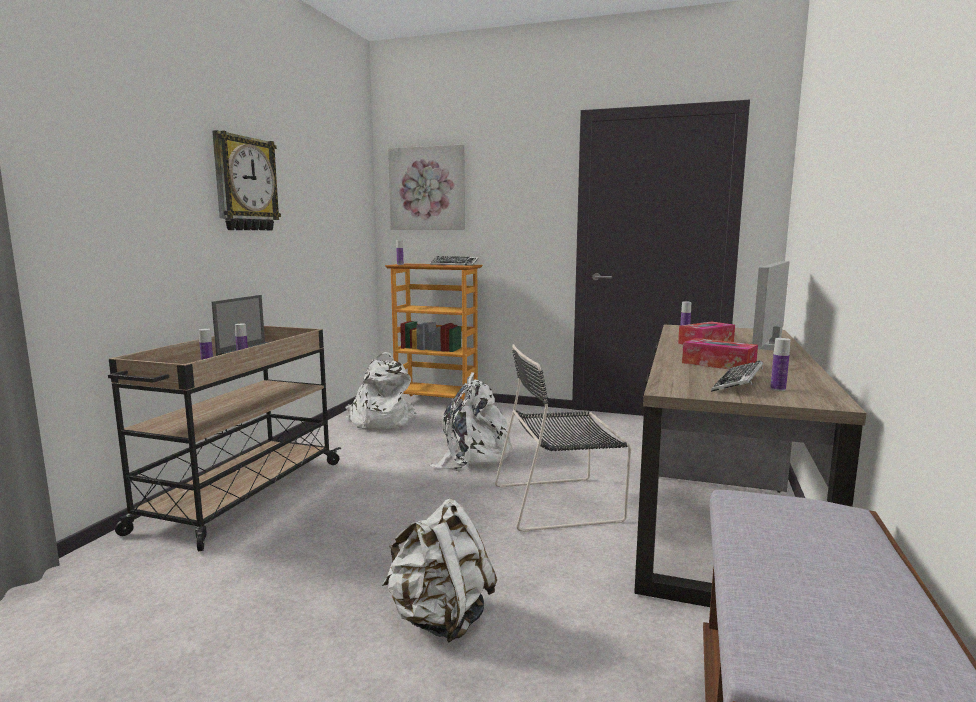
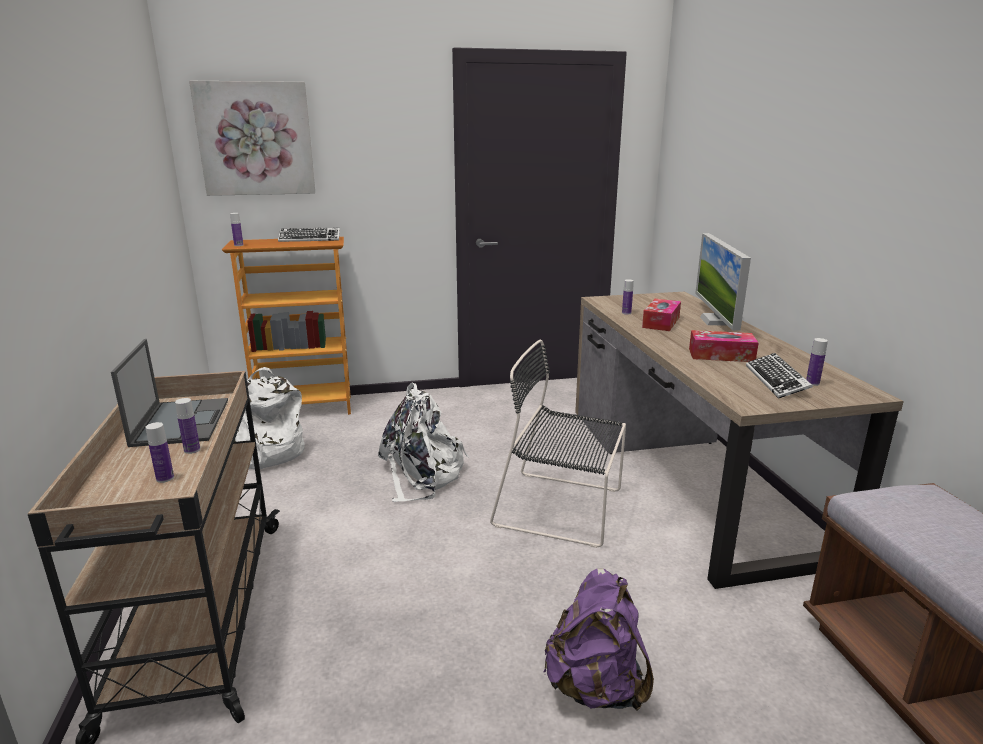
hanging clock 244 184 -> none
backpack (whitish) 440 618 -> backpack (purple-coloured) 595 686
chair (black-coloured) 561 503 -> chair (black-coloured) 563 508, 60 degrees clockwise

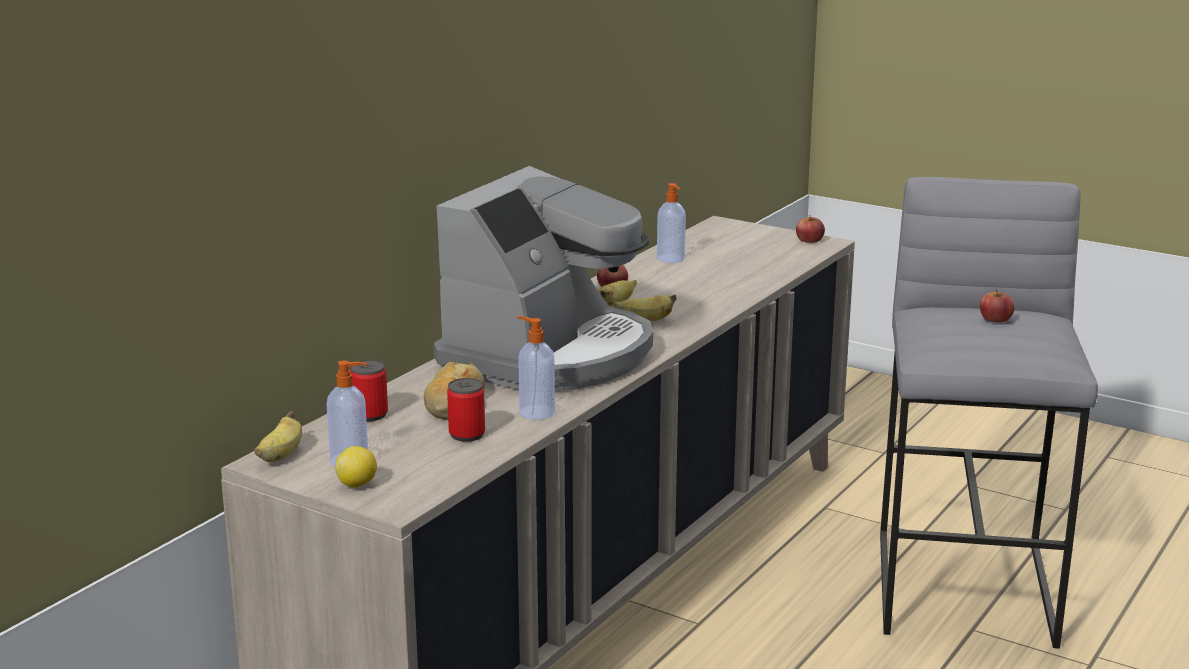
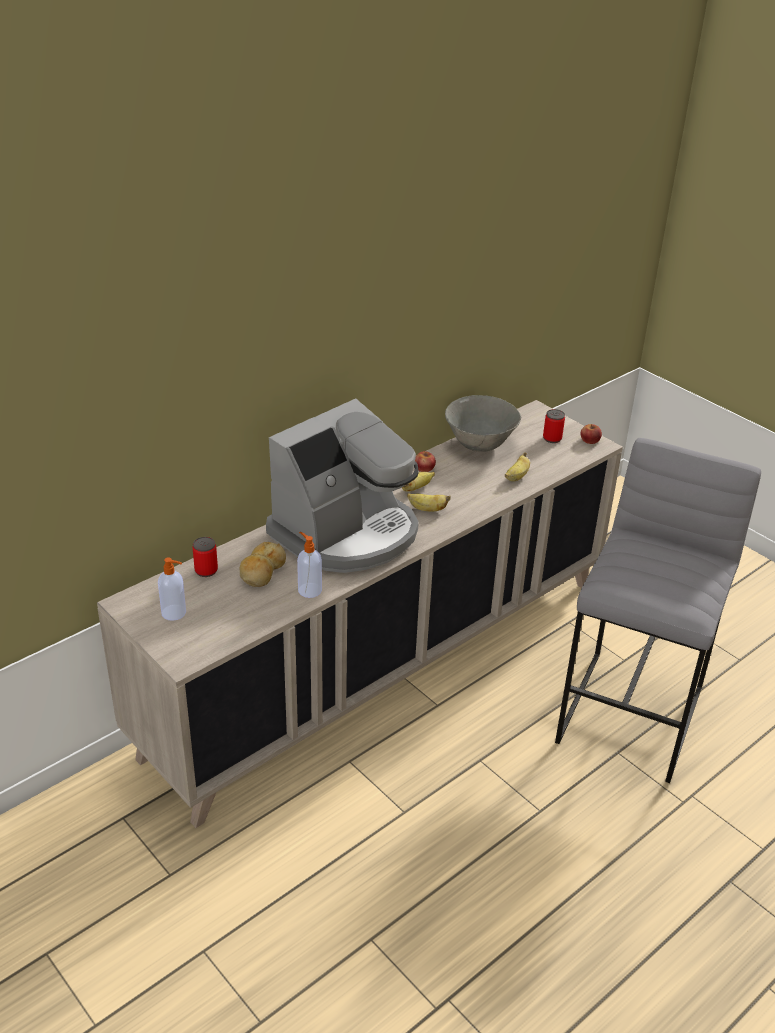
whole banana 281 456 -> whole banana 517 477, relocated
whole lemon 357 484 -> none
can 467 434 -> can 552 438, relocated
soap dispenser 671 259 -> bowl (grey) 480 444
apple 995 318 -> none

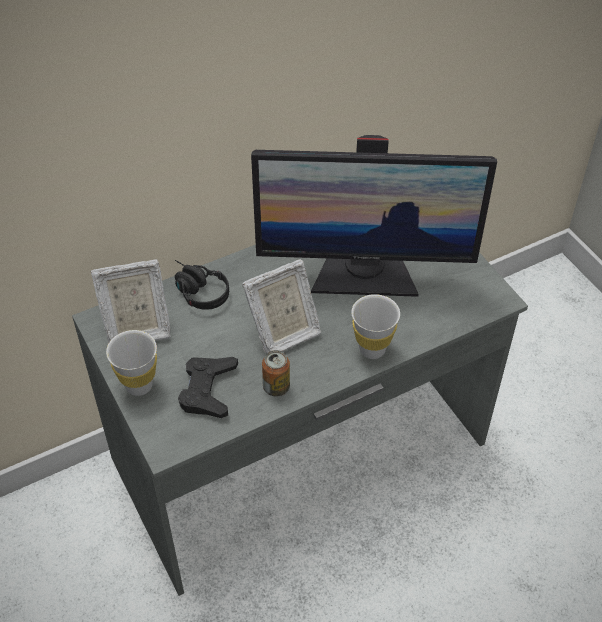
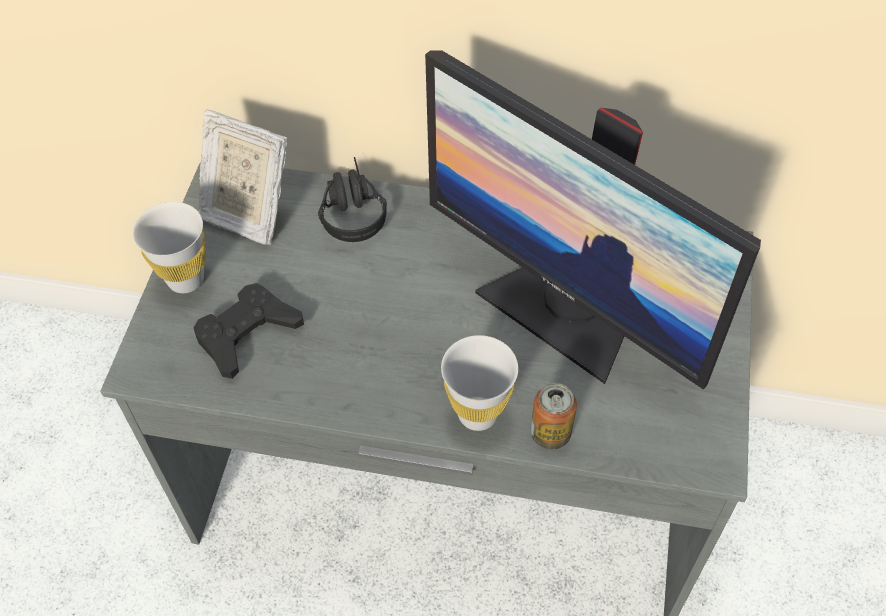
picture frame 283 333 -> none
can 276 387 -> can 550 433, relocated

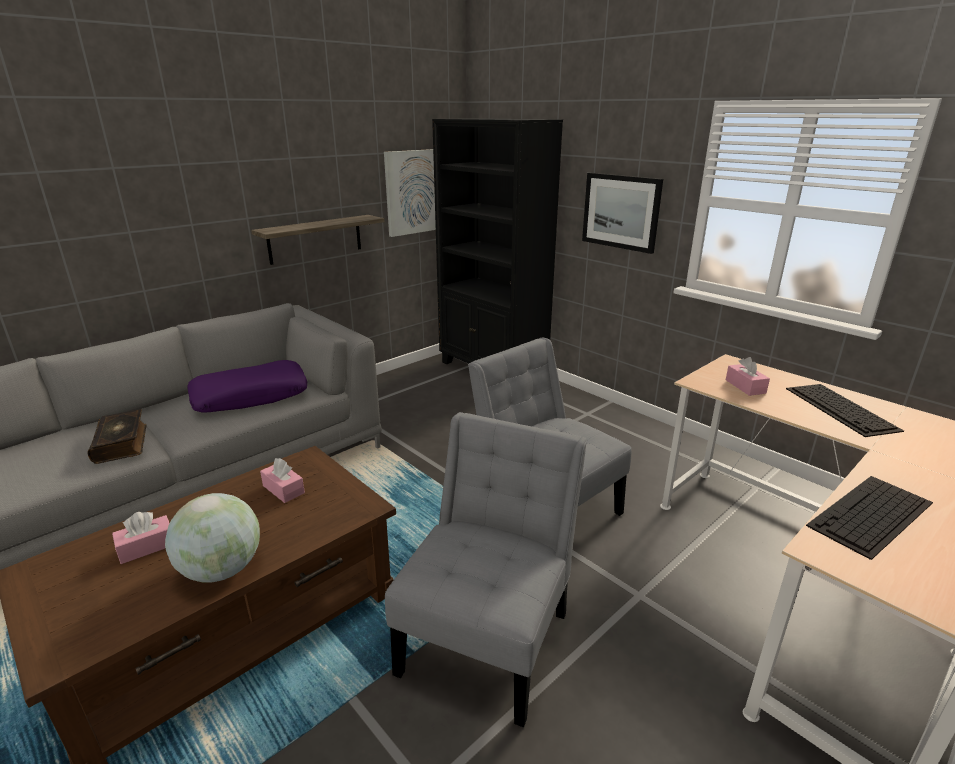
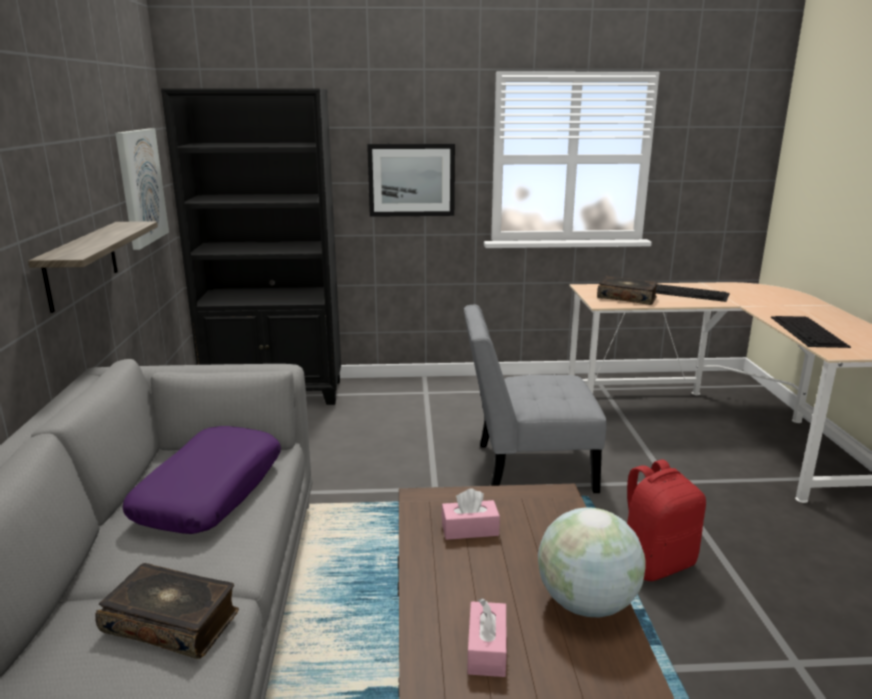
chair (grey) 489 634 -> backpack (red-coloured) 655 563
tissue holder (pink-coloured) 745 386 -> book 627 297

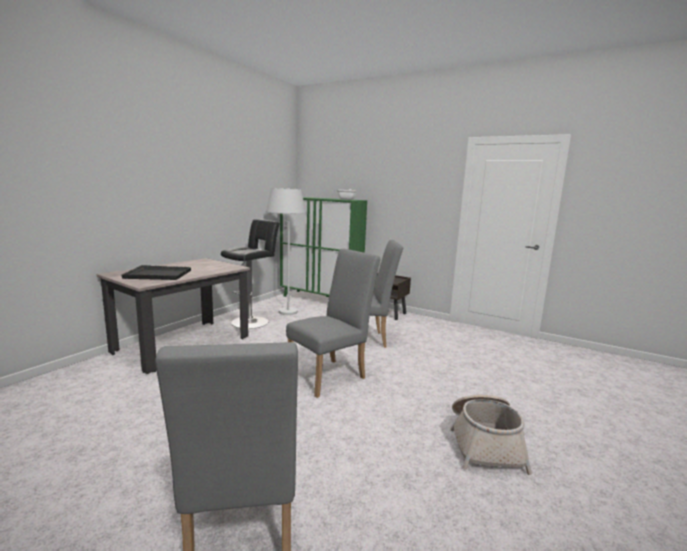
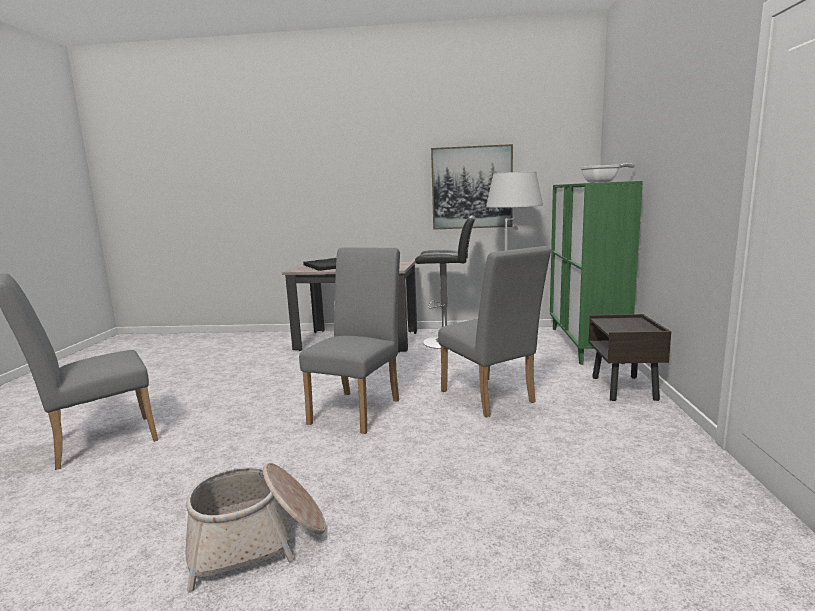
chair (grey) 331 375 -> chair (grey) 359 408, 90 degrees counterclockwise
none -> picture 471 187

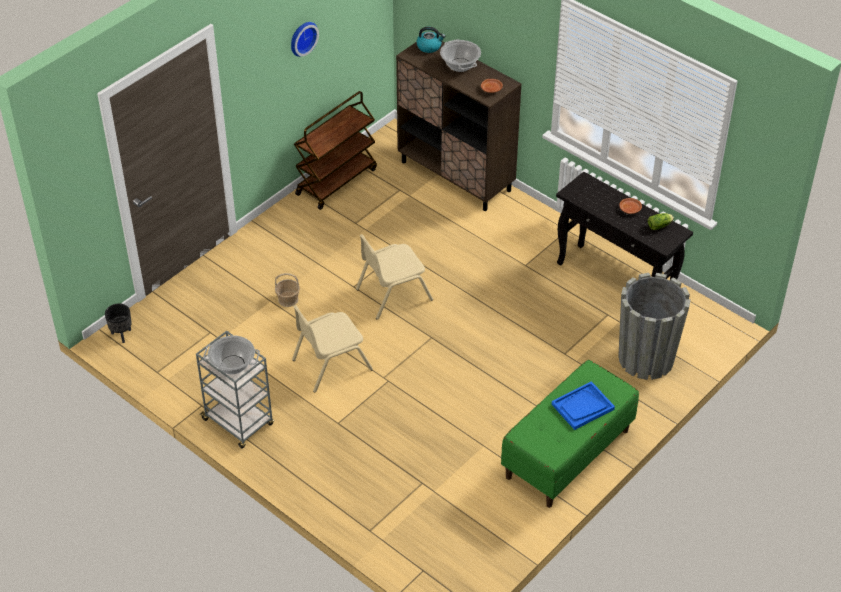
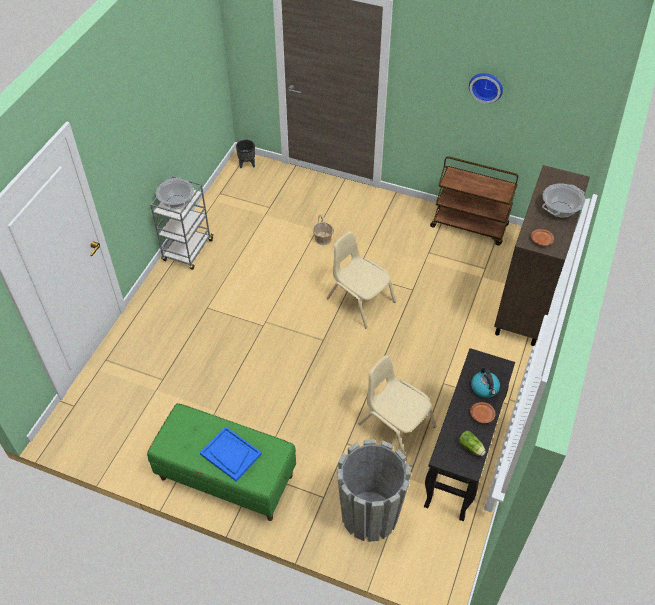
chair (beige) 331 364 -> chair (beige) 396 425, relocated
tea kettle 429 46 -> tea kettle 485 388, relocated

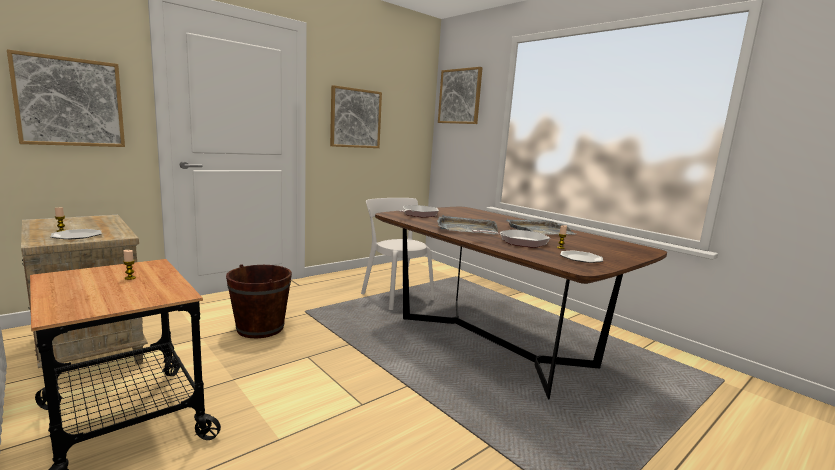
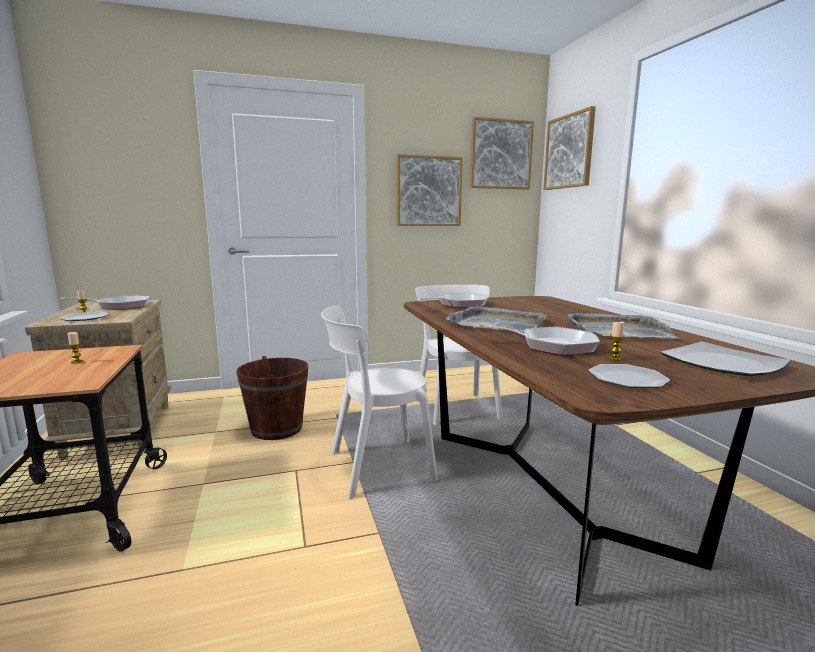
picture 70 102 -> picture 500 154, relocated
none -> skillet 119 306
none -> chair (whitish) 375 467
none -> flat dish 720 363

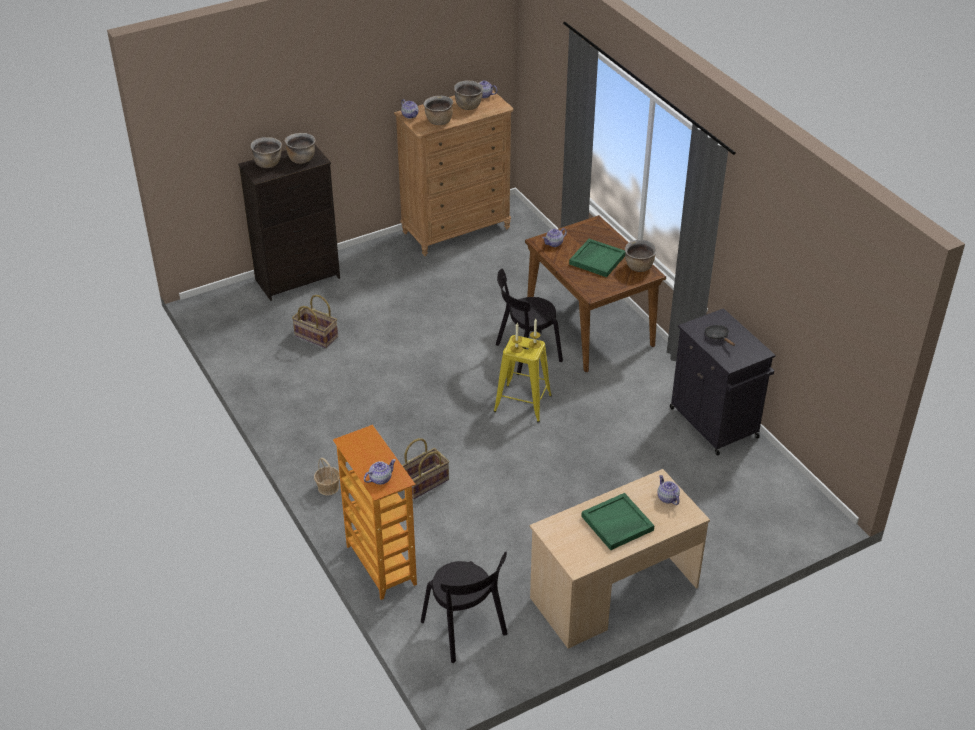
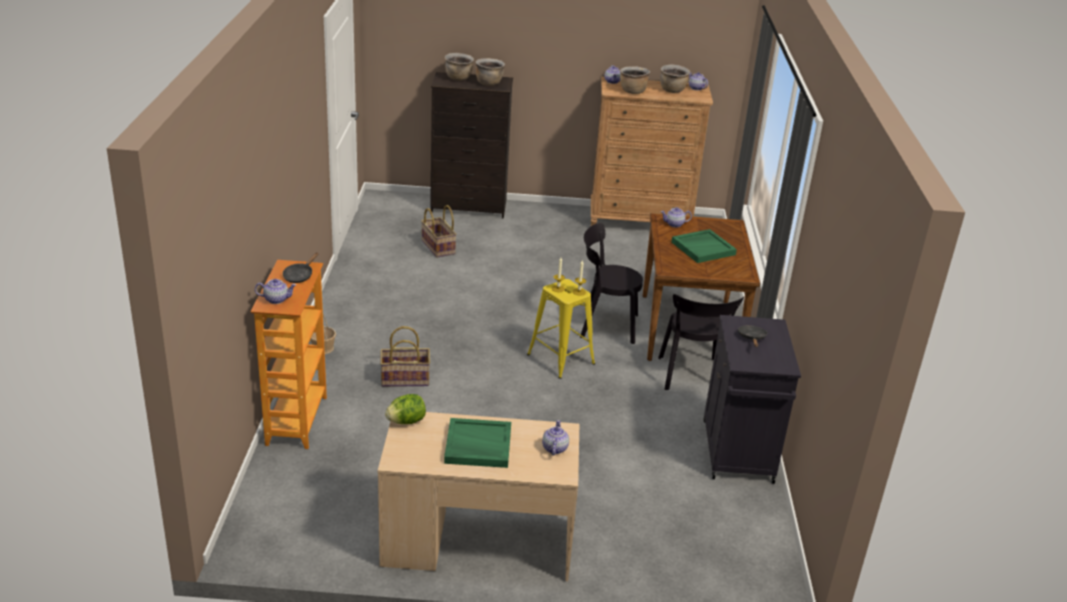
chair (black-coloured) 465 630 -> chair (black-coloured) 691 376, relocated
stockpot (brown-coloured) 639 267 -> none
none -> skillet (black-coloured) 299 275
none -> head of lettuce 406 421

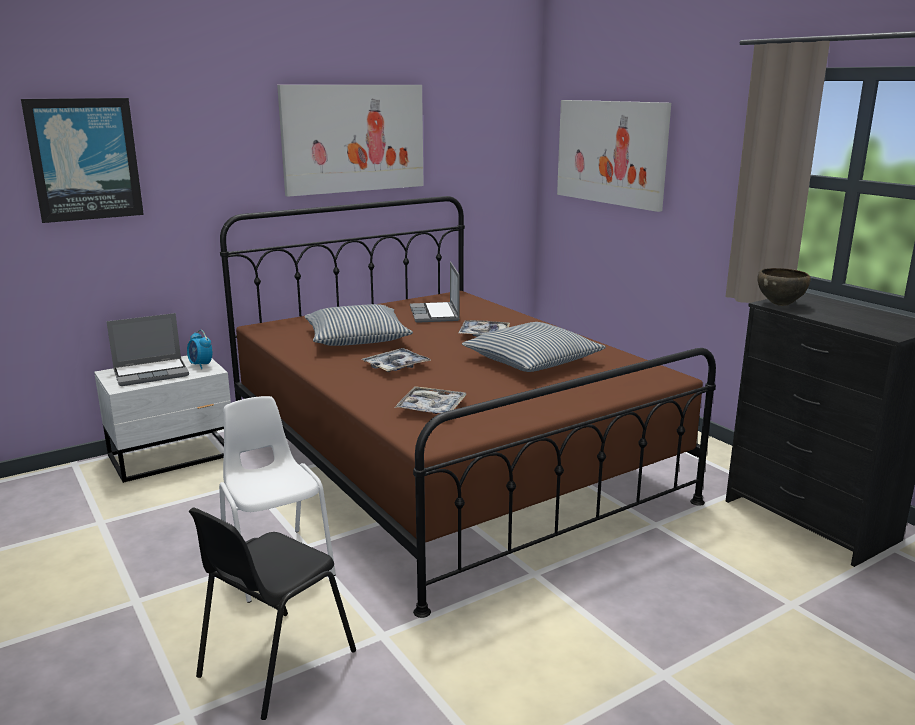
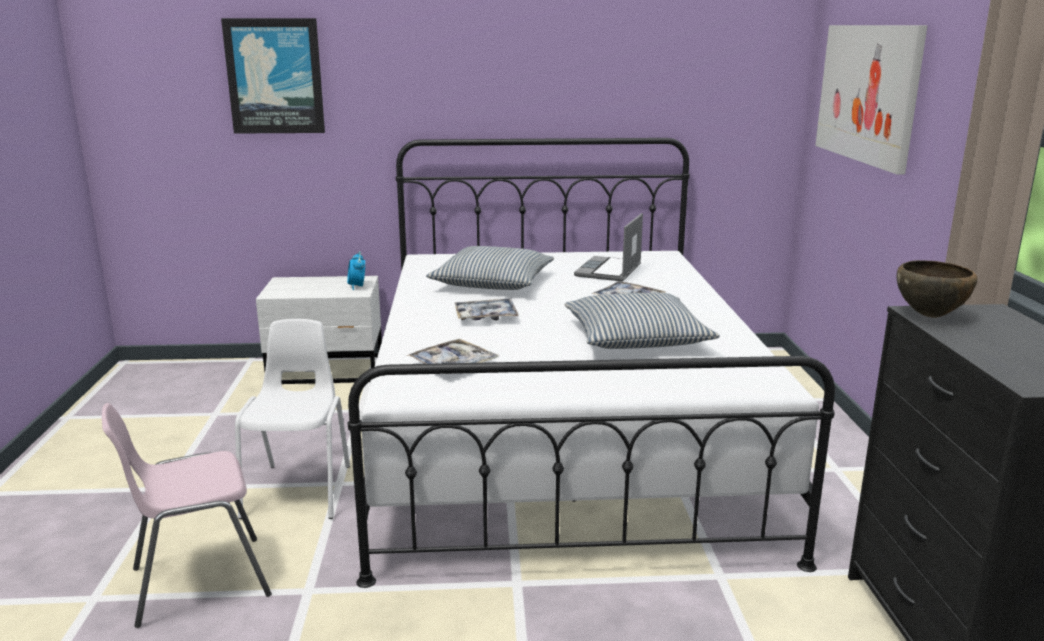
laptop 152 373 -> none
chair (black-coloured) 274 663 -> chair (pink-coloured) 198 581
sleeping bed (brown-coloured) 446 461 -> sleeping bed (whitish) 559 437
picture 353 138 -> none

